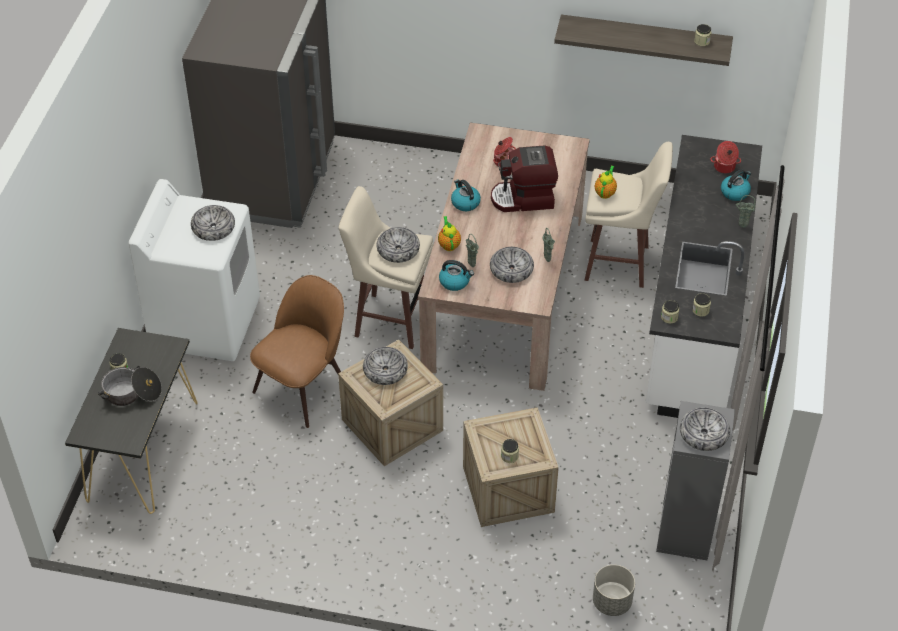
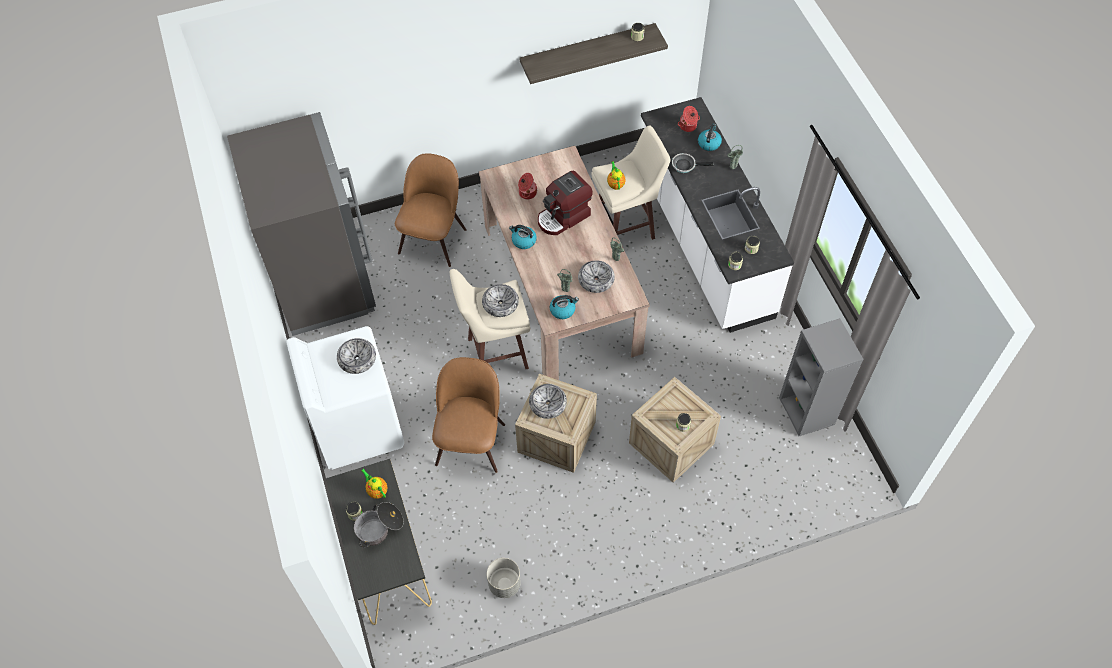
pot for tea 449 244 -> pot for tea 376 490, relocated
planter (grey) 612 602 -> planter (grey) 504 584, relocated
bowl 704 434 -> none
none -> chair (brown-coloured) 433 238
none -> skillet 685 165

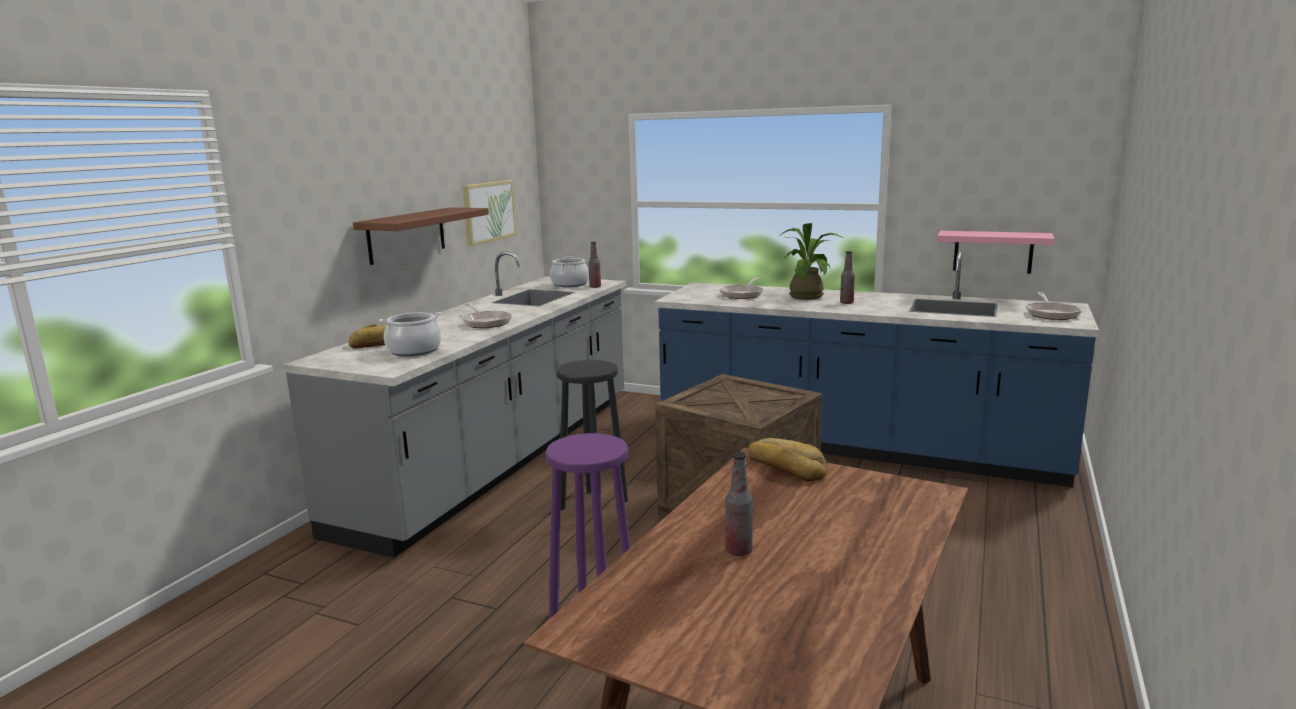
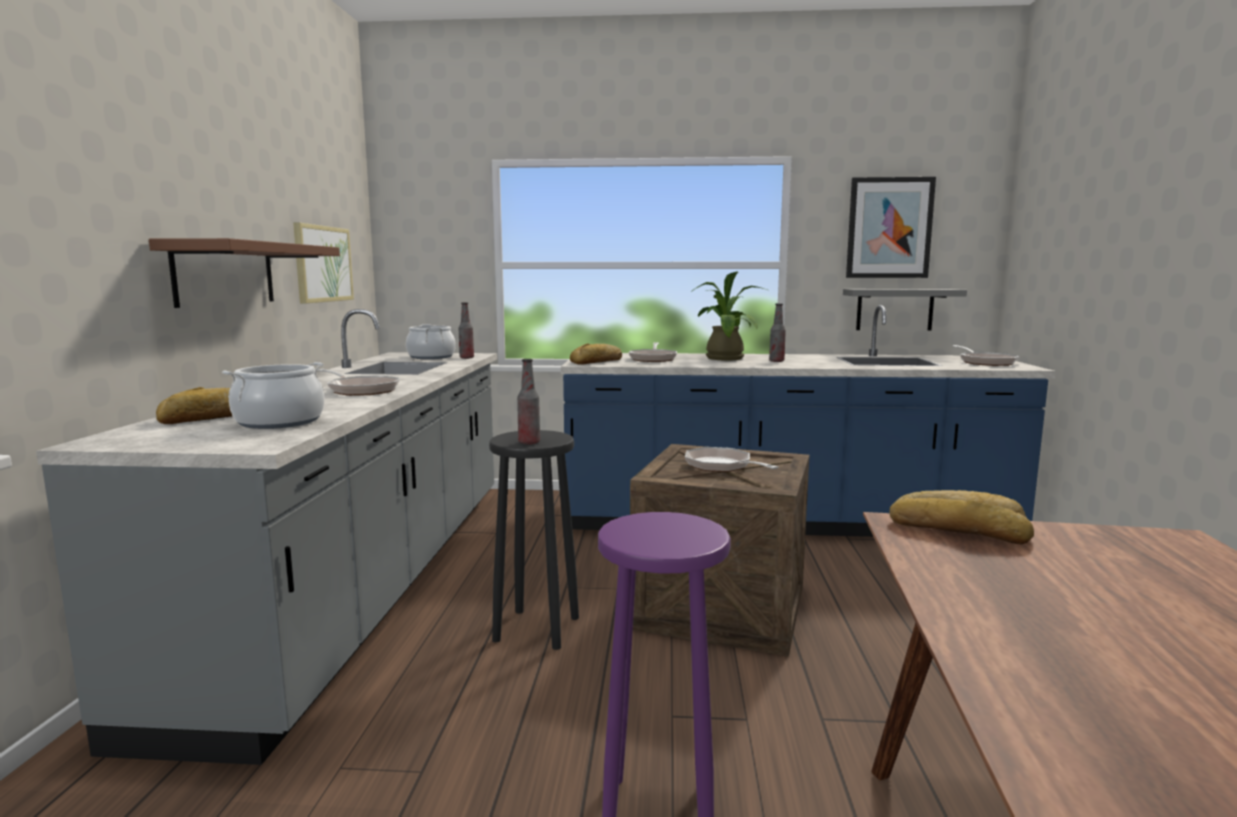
beverage bottle 738 551 -> beverage bottle 529 442, relocated
bracket shelf (pink-coloured) 993 251 -> bracket shelf (grey) 894 309
none -> baked bread 598 361
none -> skillet 722 466
none -> picture 889 228

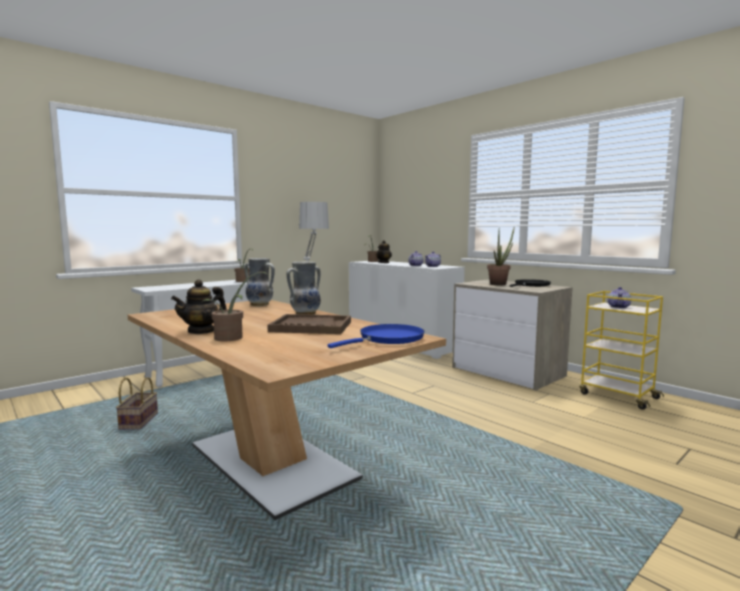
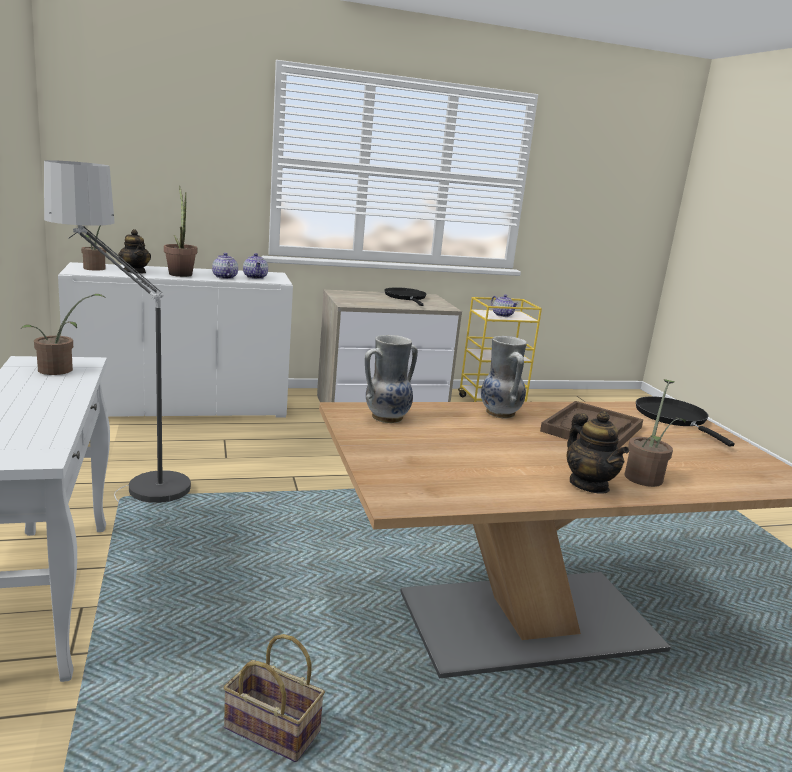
skillet (blue-coloured) 388 339 -> skillet (black-coloured) 674 418
plant in a pot 500 284 -> plant in a pot 180 273, relocated

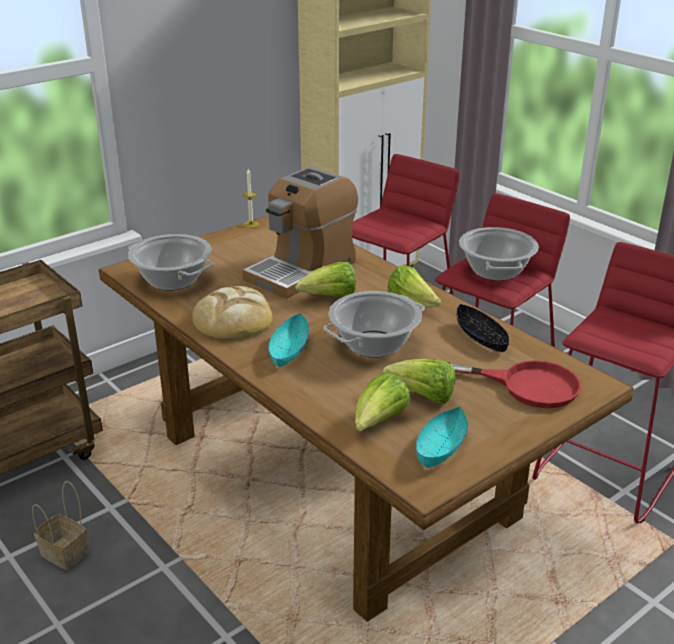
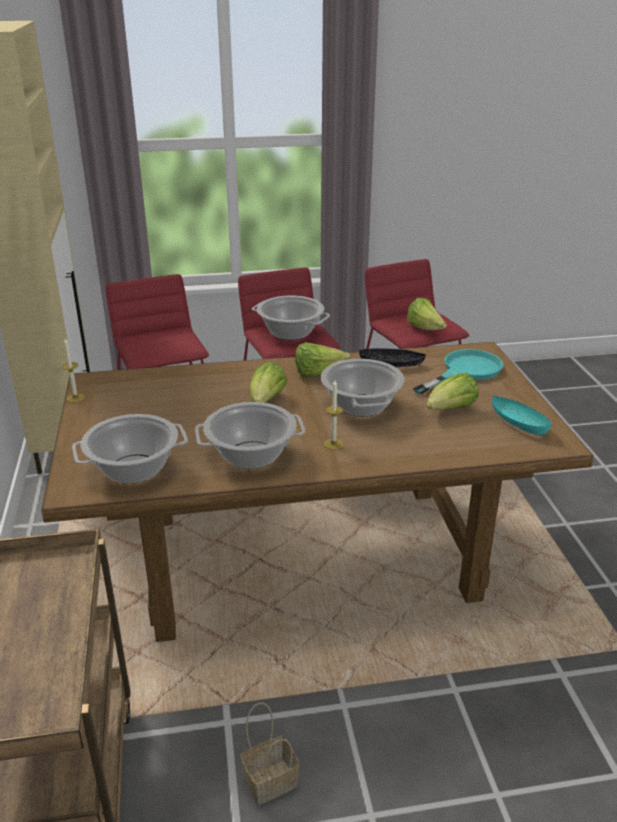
baked bread 233 318 -> stockpot 251 456
coffee machine 302 269 -> none
bowl (turquoise) 289 350 -> wax light 333 444
head of lettuce 379 422 -> head of lettuce 425 329, relocated
skillet (red-coloured) 525 385 -> skillet (turquoise) 465 371

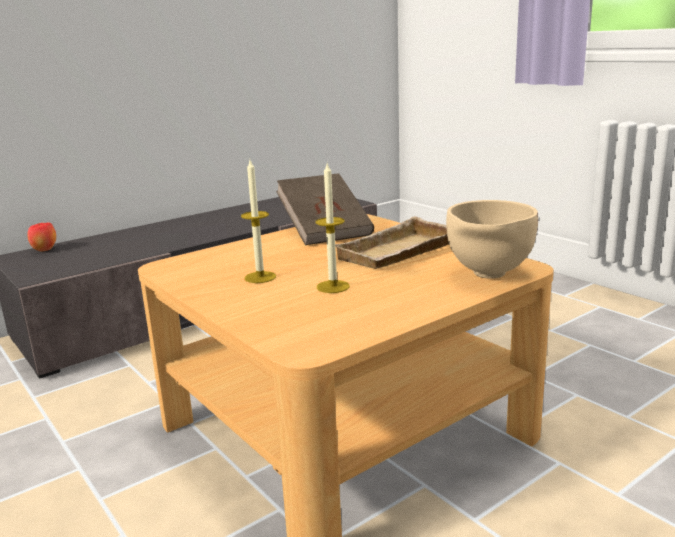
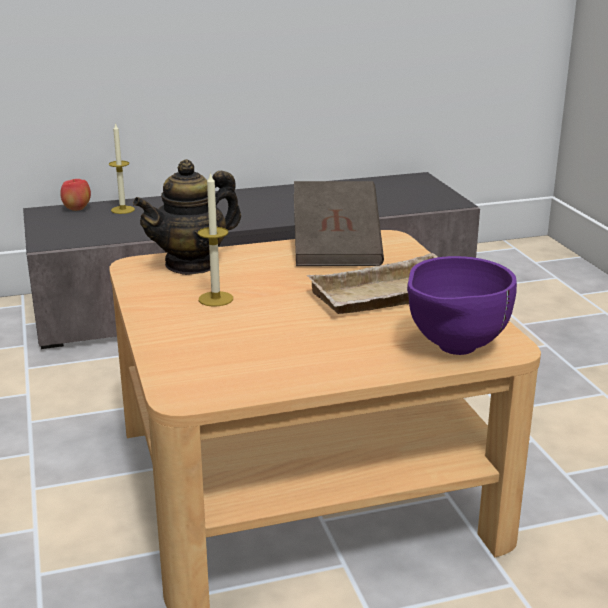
wax light 333 286 -> wax light 122 210, relocated
bowl (beige) 488 275 -> bowl (purple-coloured) 453 349
none -> pot for tea 192 264

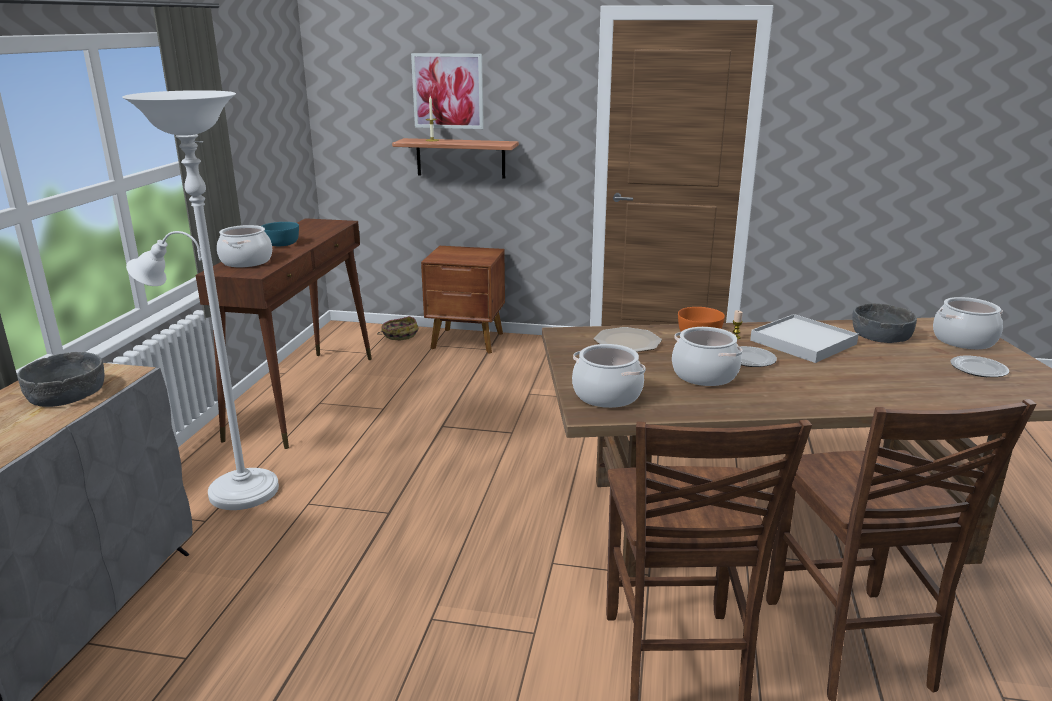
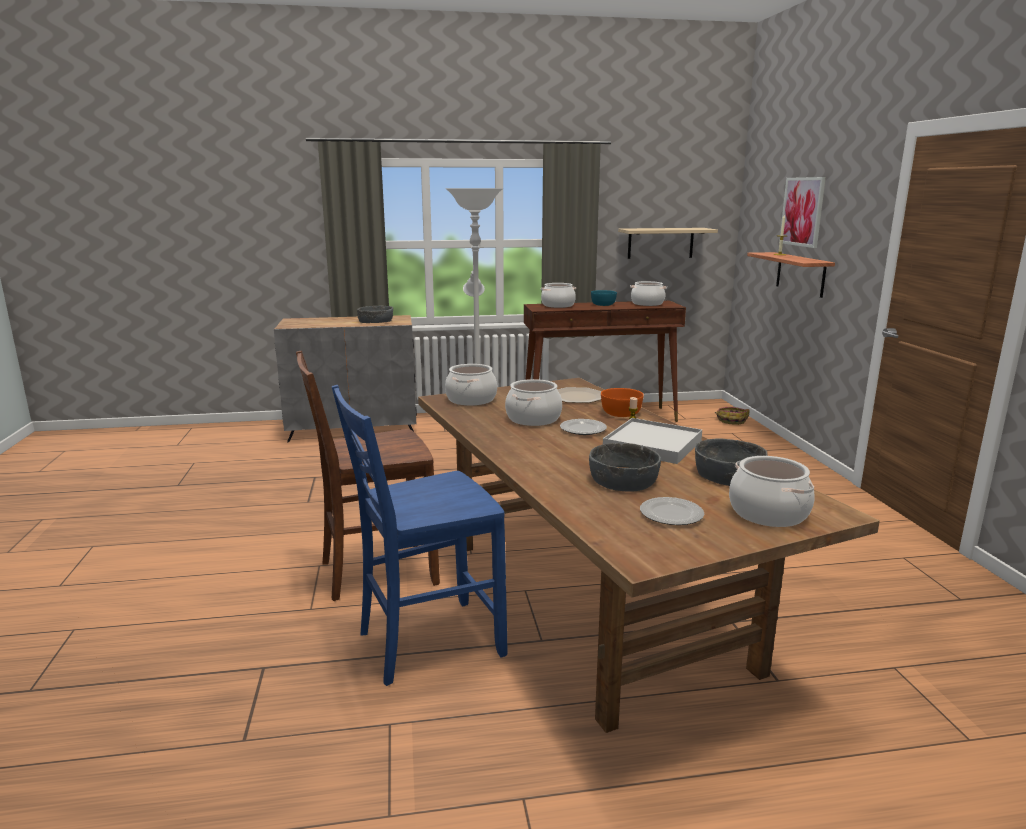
nightstand (brown-coloured) 468 341 -> none
chair (brown-coloured) 849 645 -> chair (blue-coloured) 427 642
none -> bowl (grey) 623 480
none -> bracket shelf 660 243
none -> stockpot 647 304

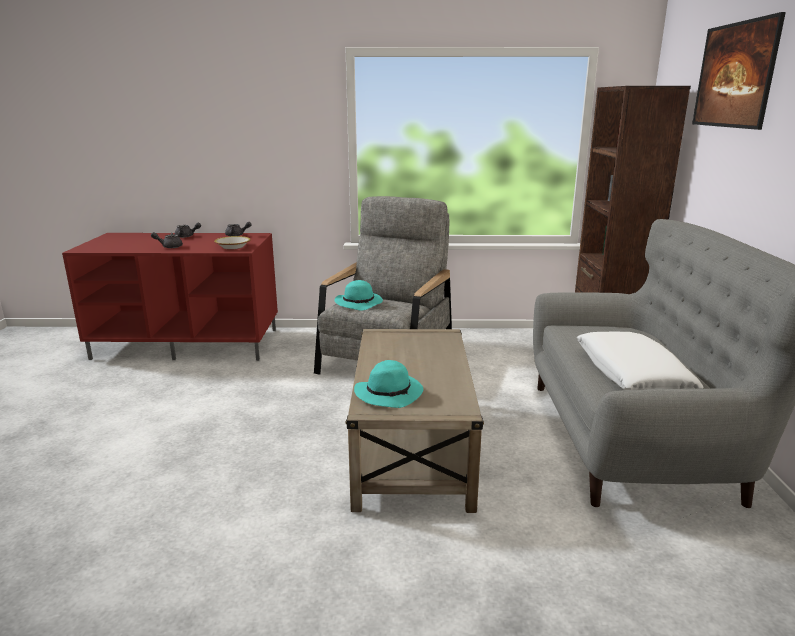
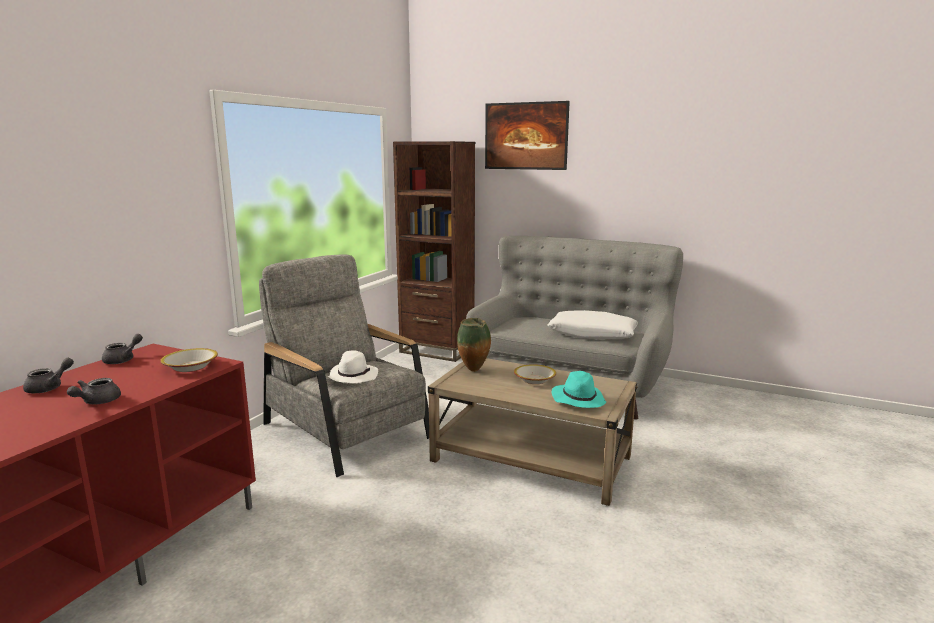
wearable hat (turquoise) 359 303 -> wearable hat (whitish) 353 376
none -> flower vase 474 371
none -> bowl 535 380

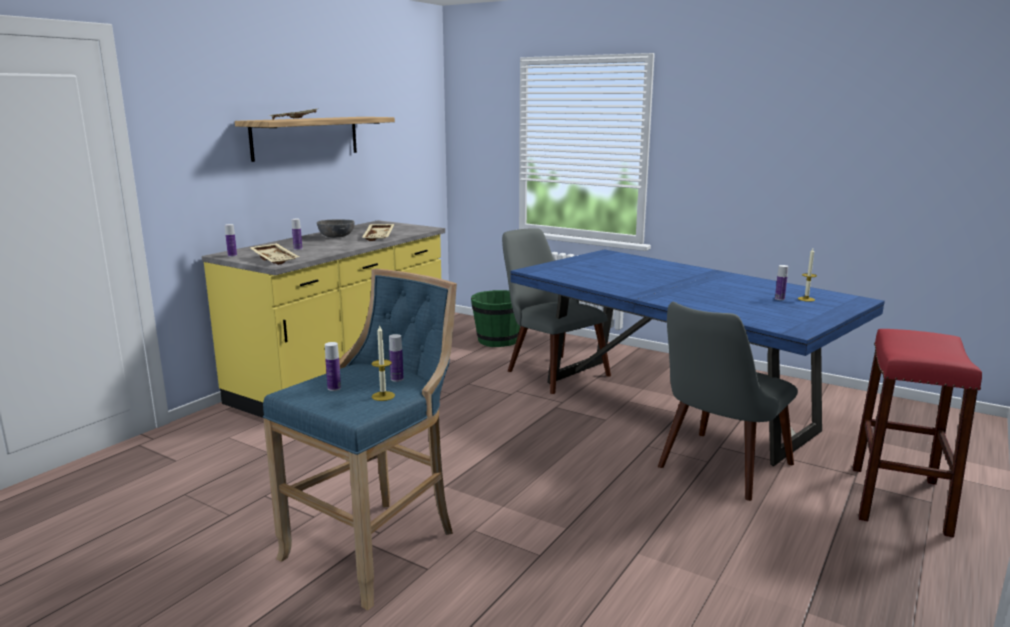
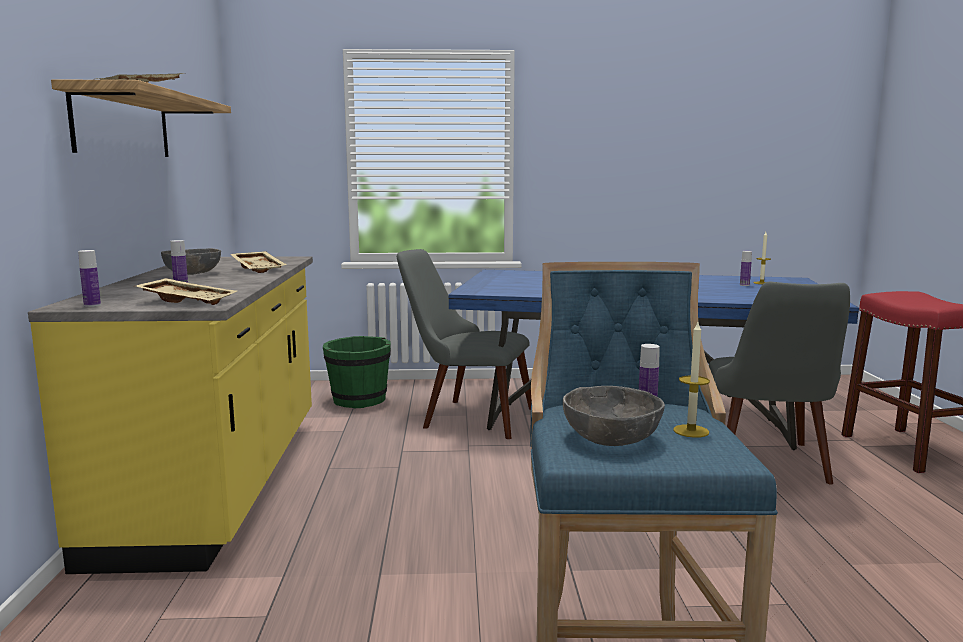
beverage bottle 334 388 -> bowl (grey) 611 438

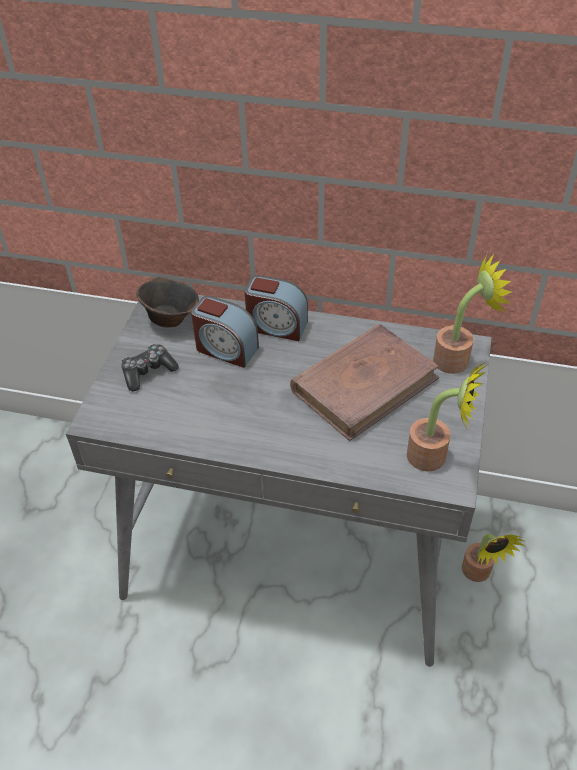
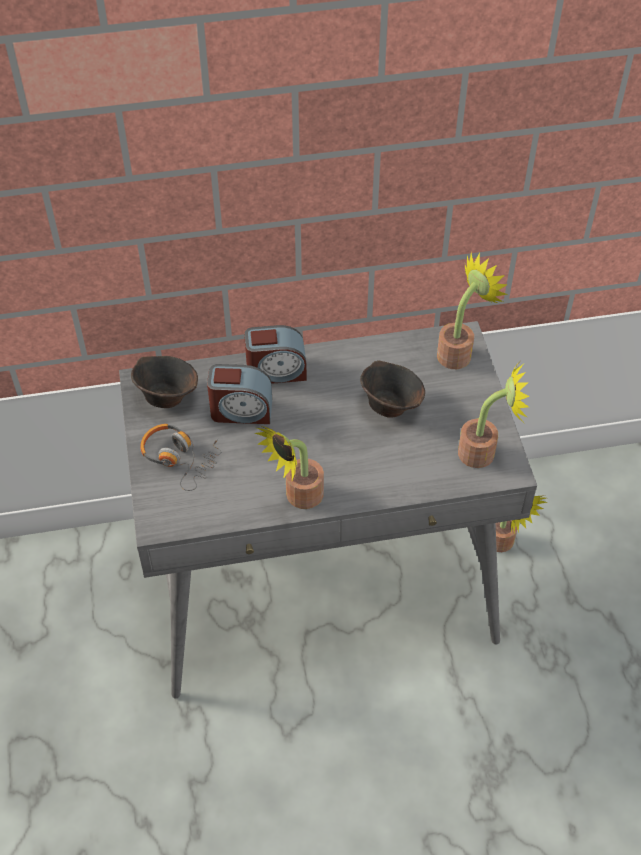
game controller 148 372 -> headphones 179 459
book (brown-coloured) 365 385 -> bowl (brown-coloured) 390 404
none -> plant in a pot 298 498

